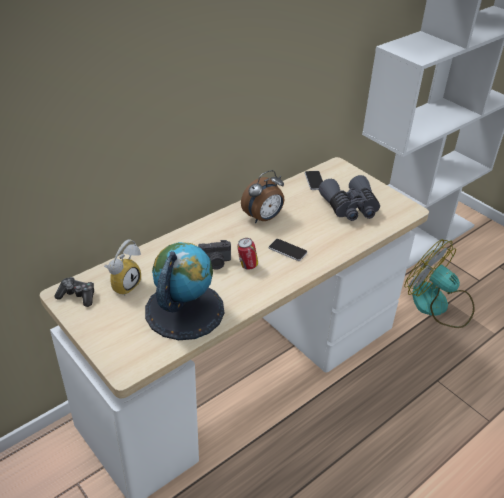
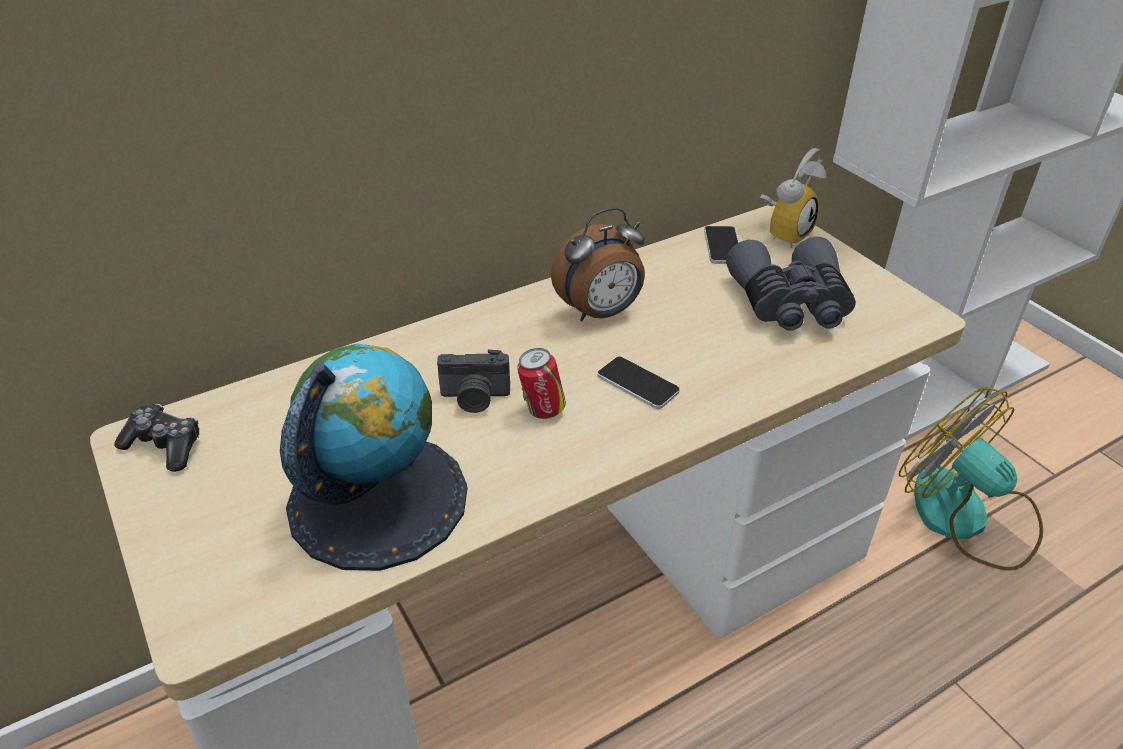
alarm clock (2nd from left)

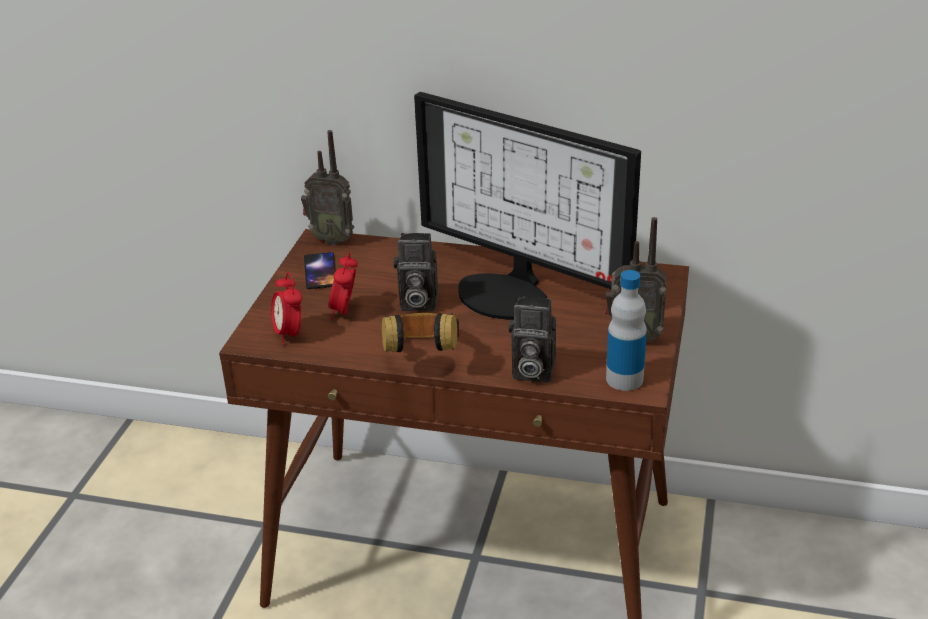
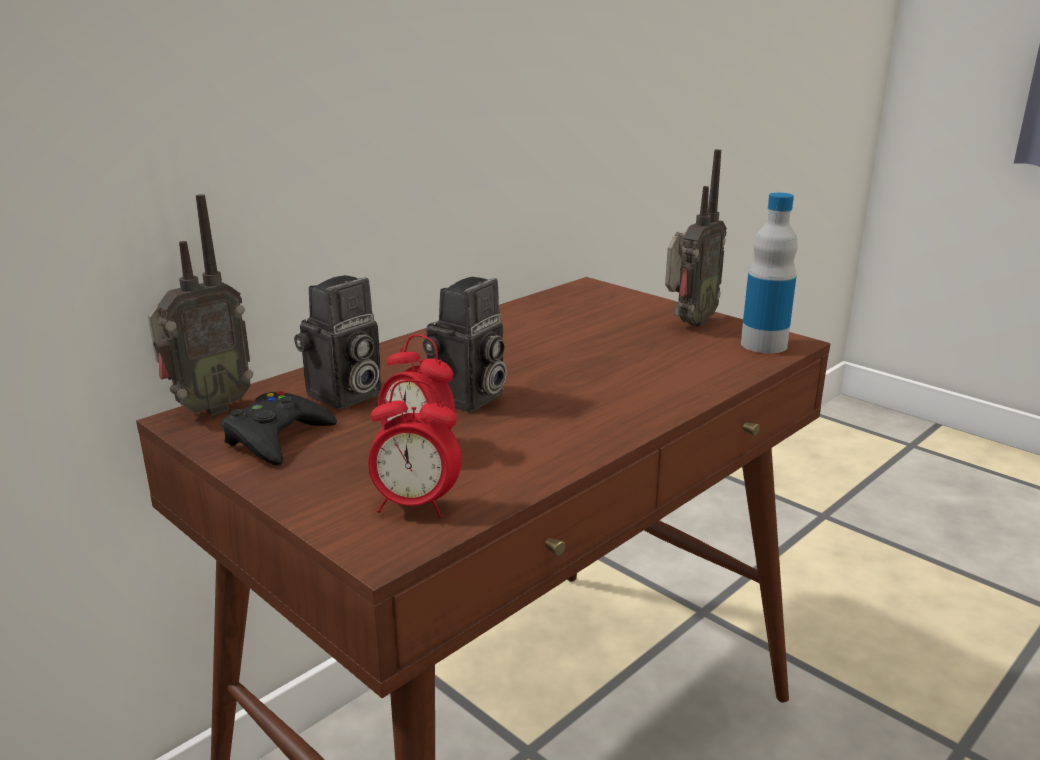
headphones
monitor
photo camera (1st from left)
black game controller

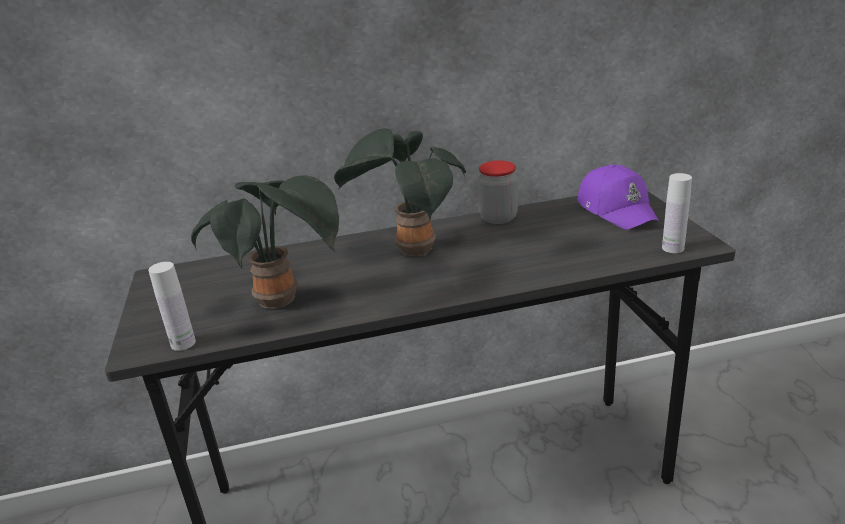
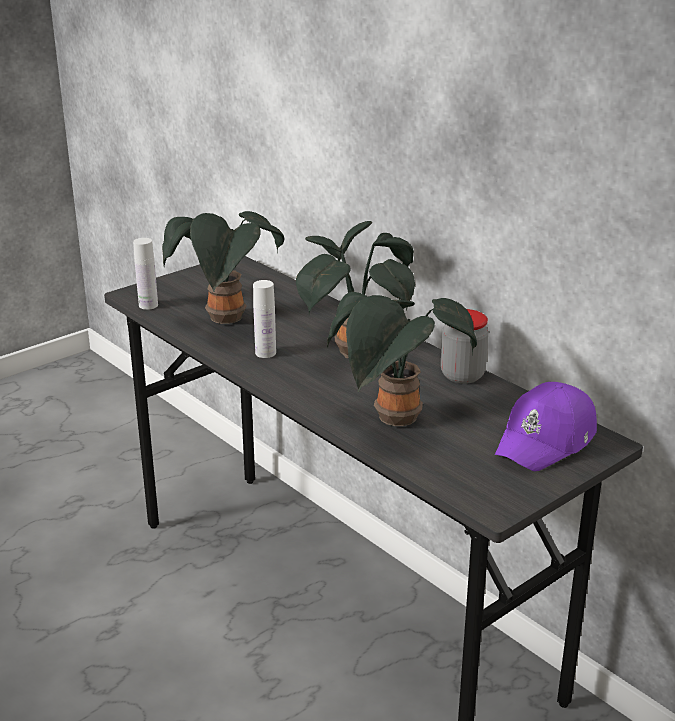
potted plant (3rd from left)
white bottle (2nd from left)

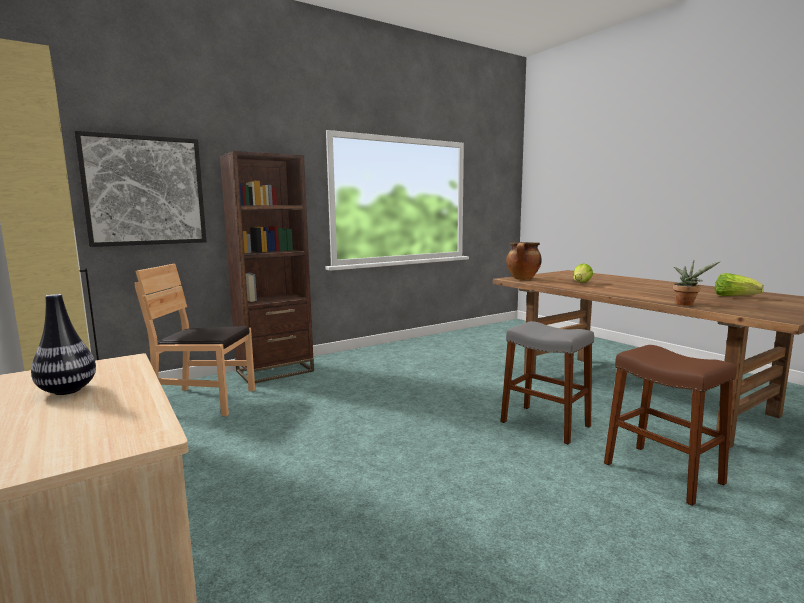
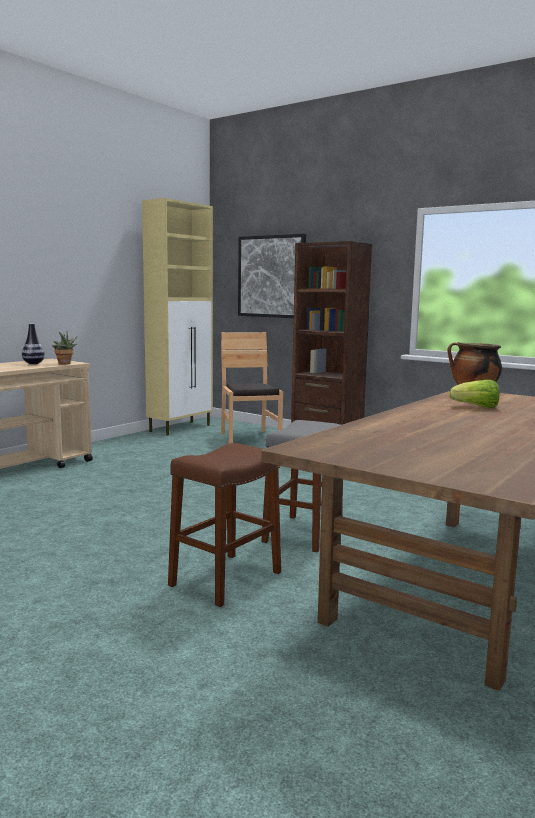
lettuce (2nd from left in the first image)
potted plant

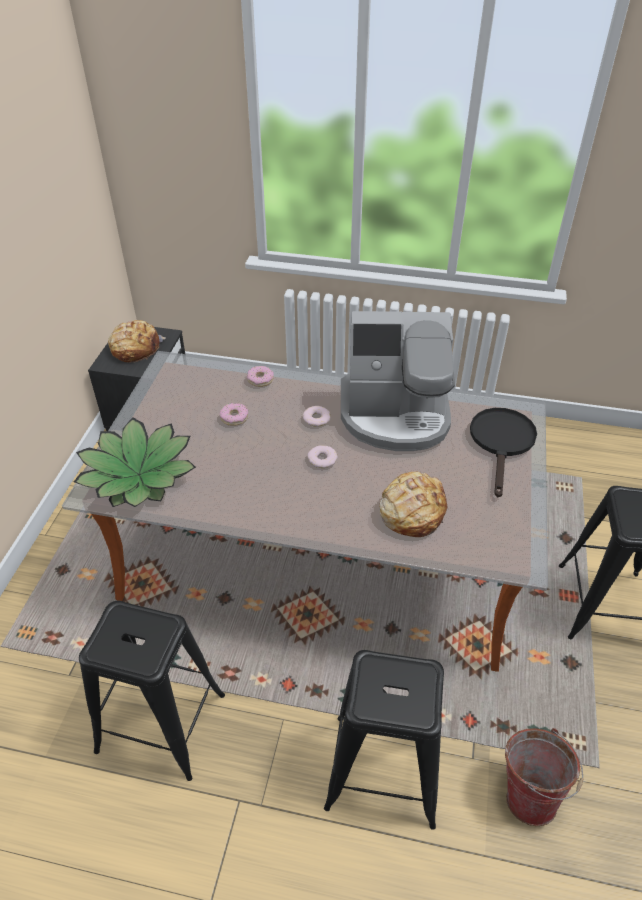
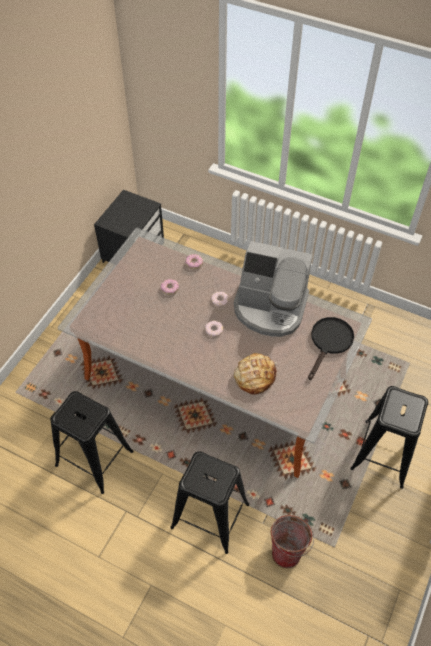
potted plant
bread (1st from left in the first image)

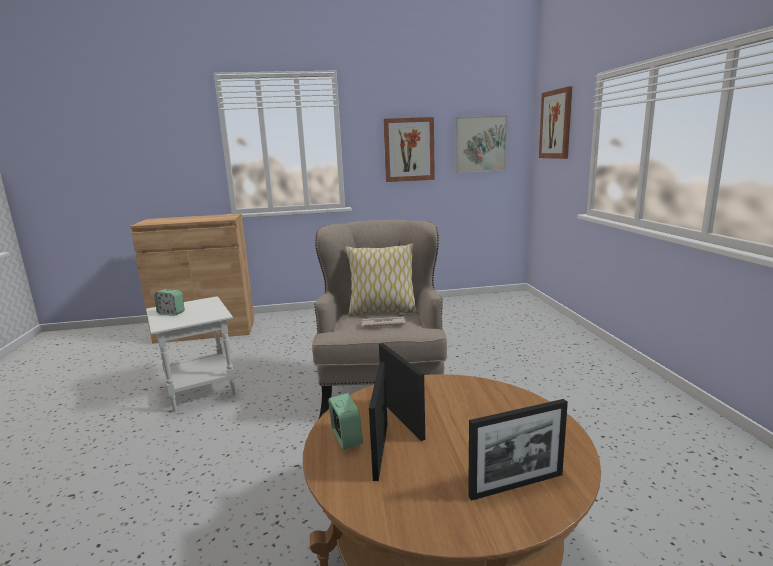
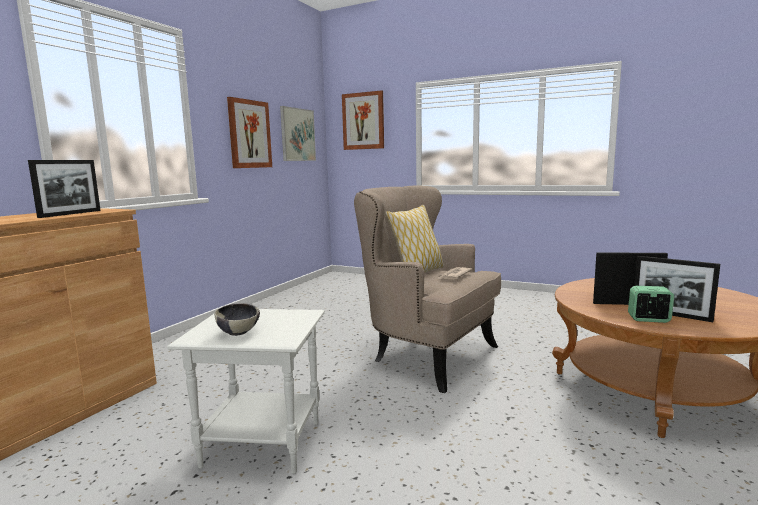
picture frame (1st from left)
bowl

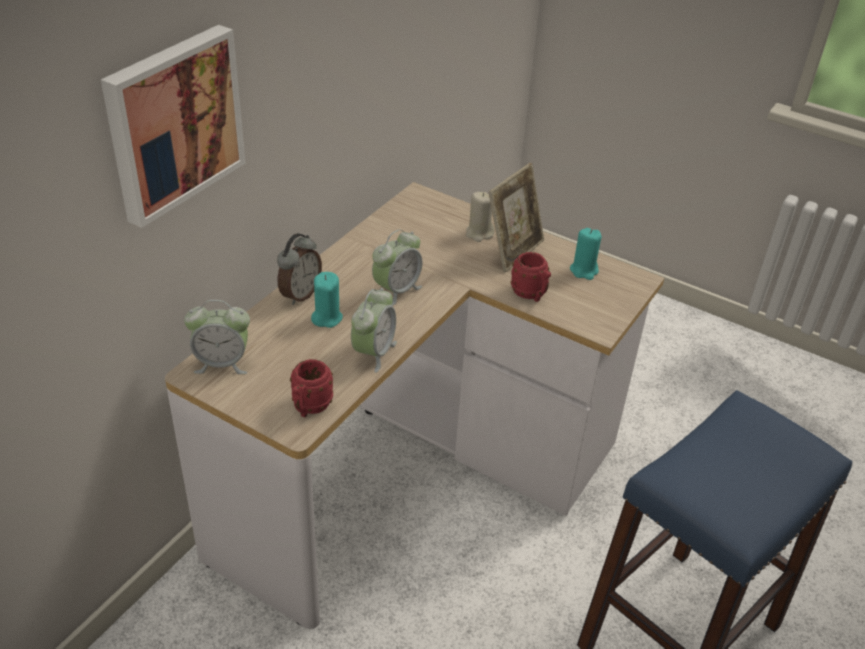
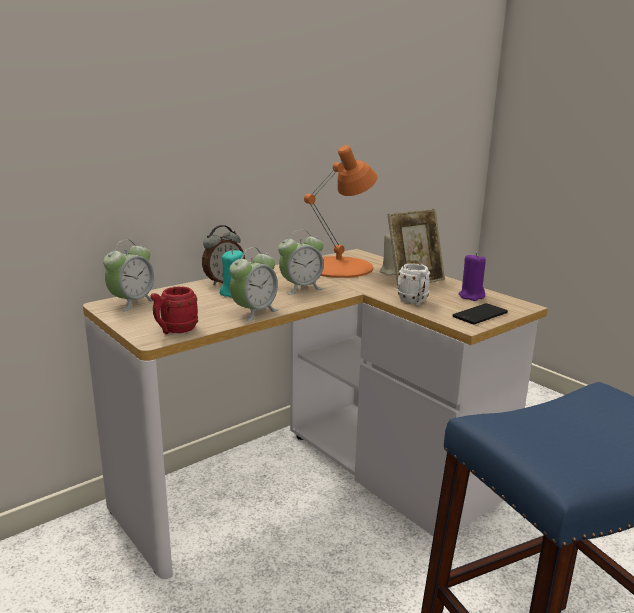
picture
orange table lamp
phone
white mug
purple candle
alarm clock (1st from left)

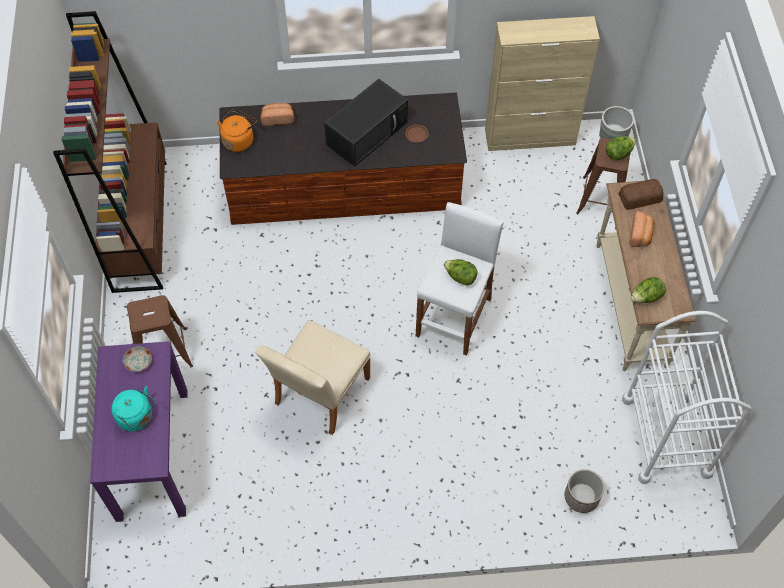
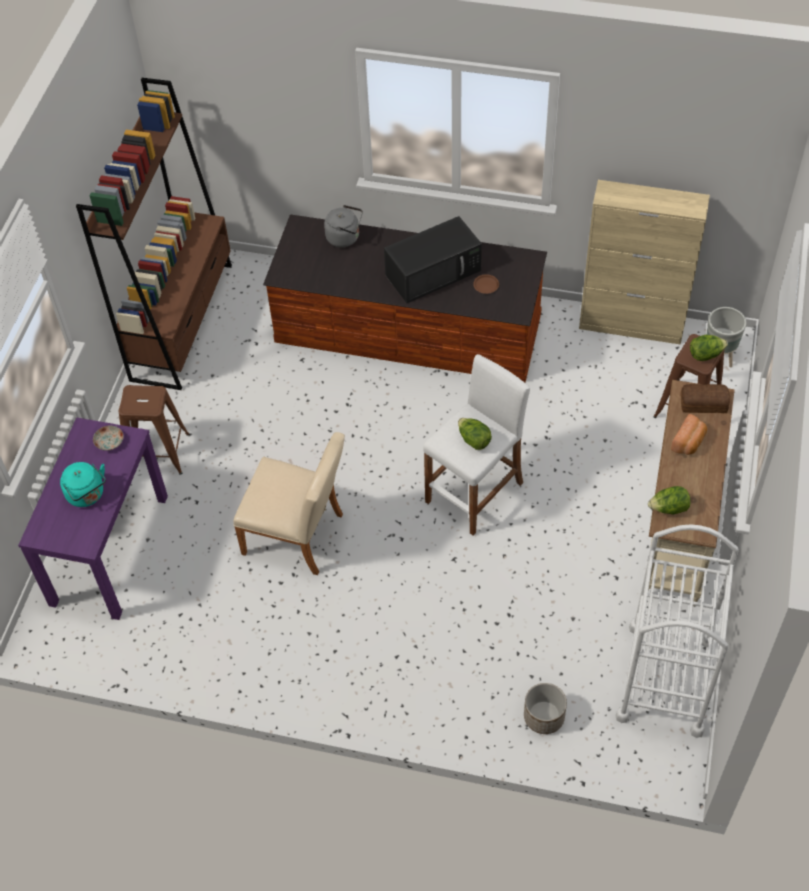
orange kettle
grey kettle
beige chair

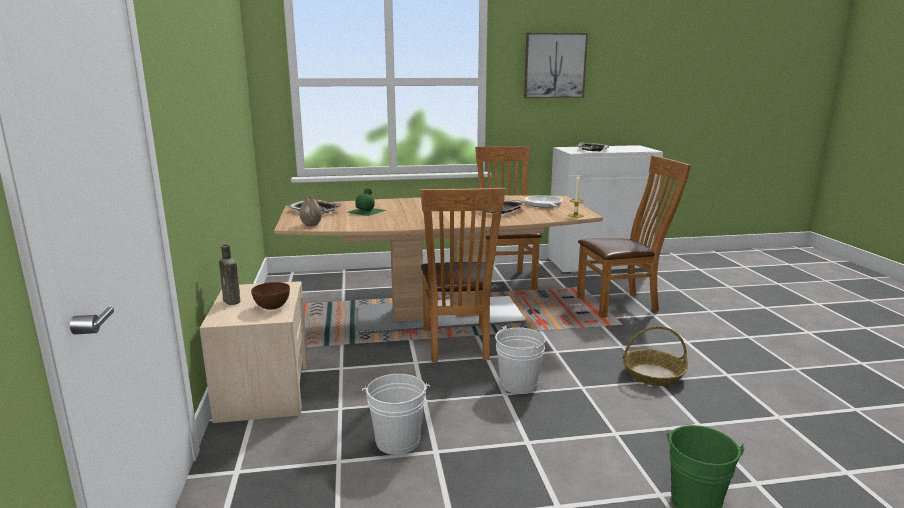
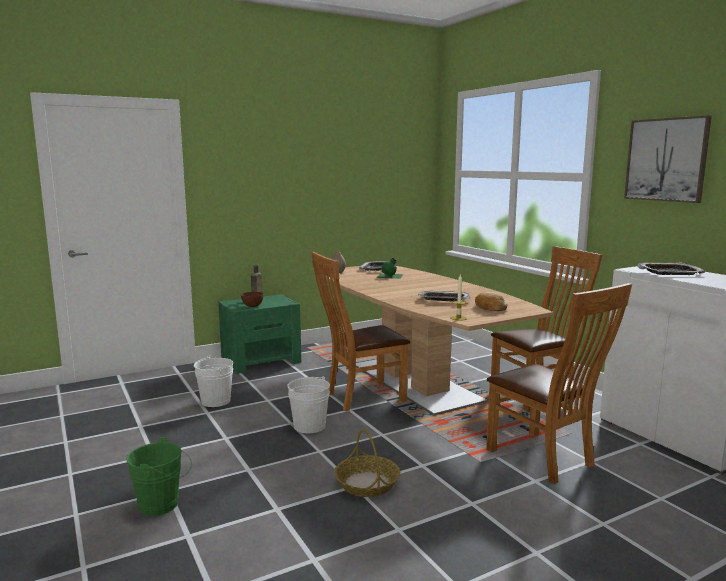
bread
green nightstand

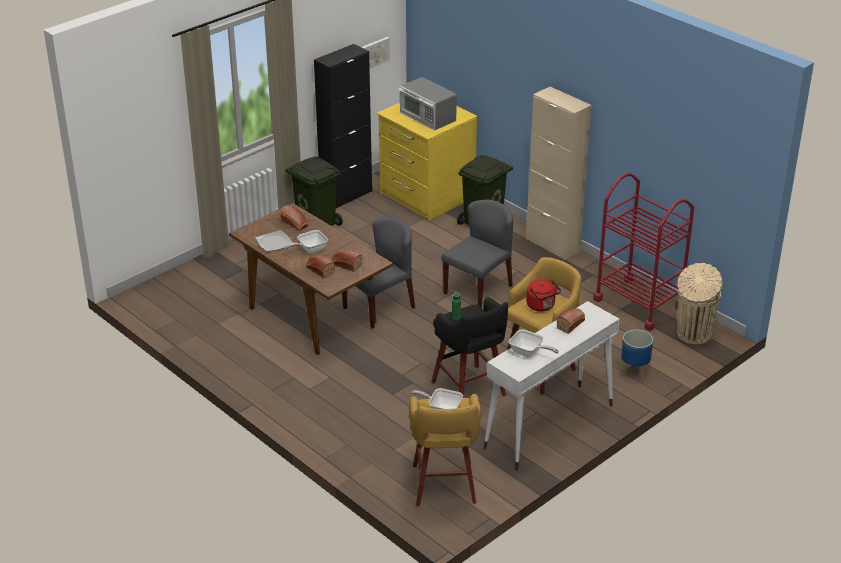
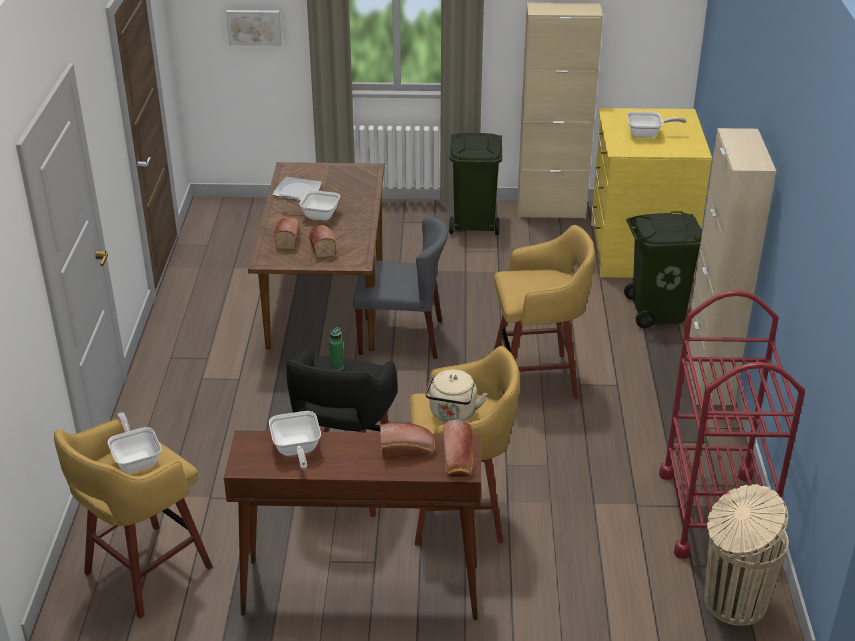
planter
bread (4th from left)
picture
frying pan (4th from left)
yellow stool (3rd from left)
beige cabinet (1st from left)
brown console table
beige kettle

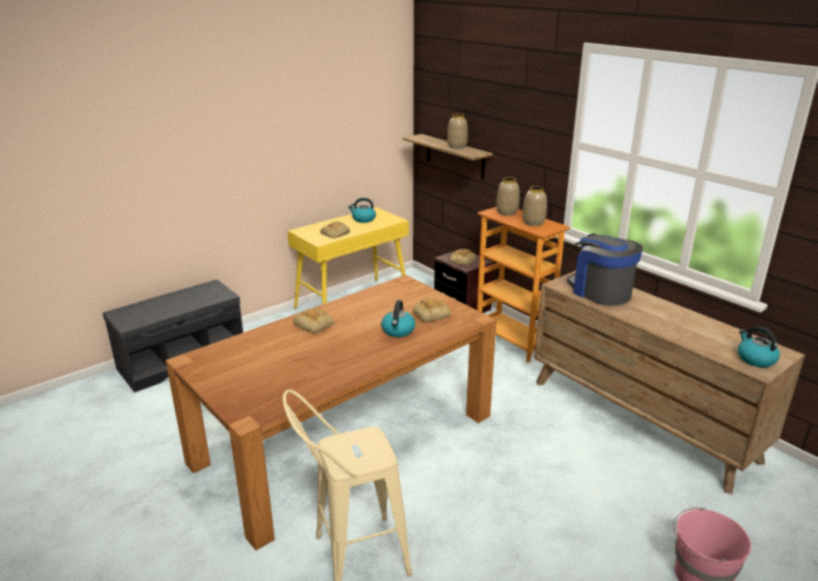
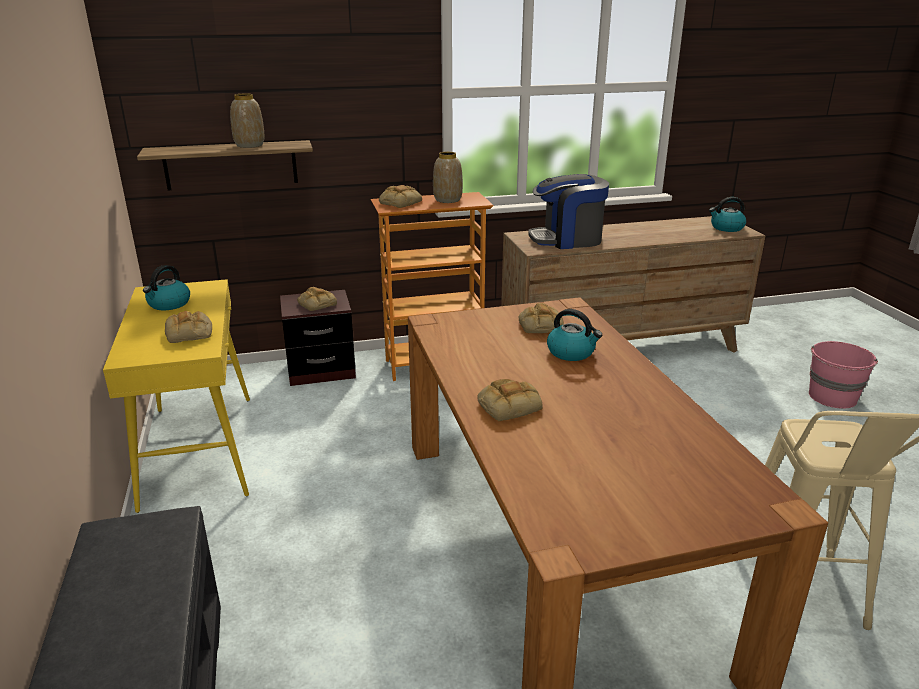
bread (3rd from left)

